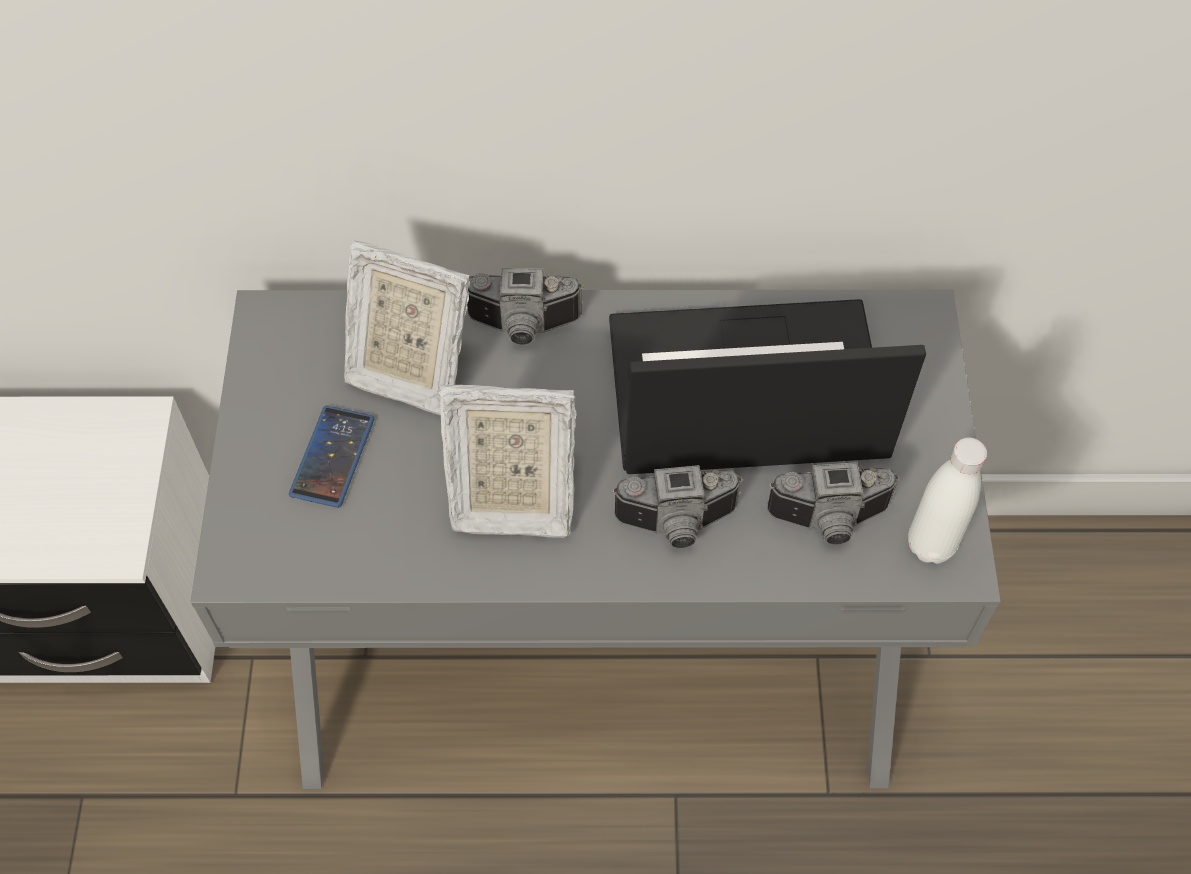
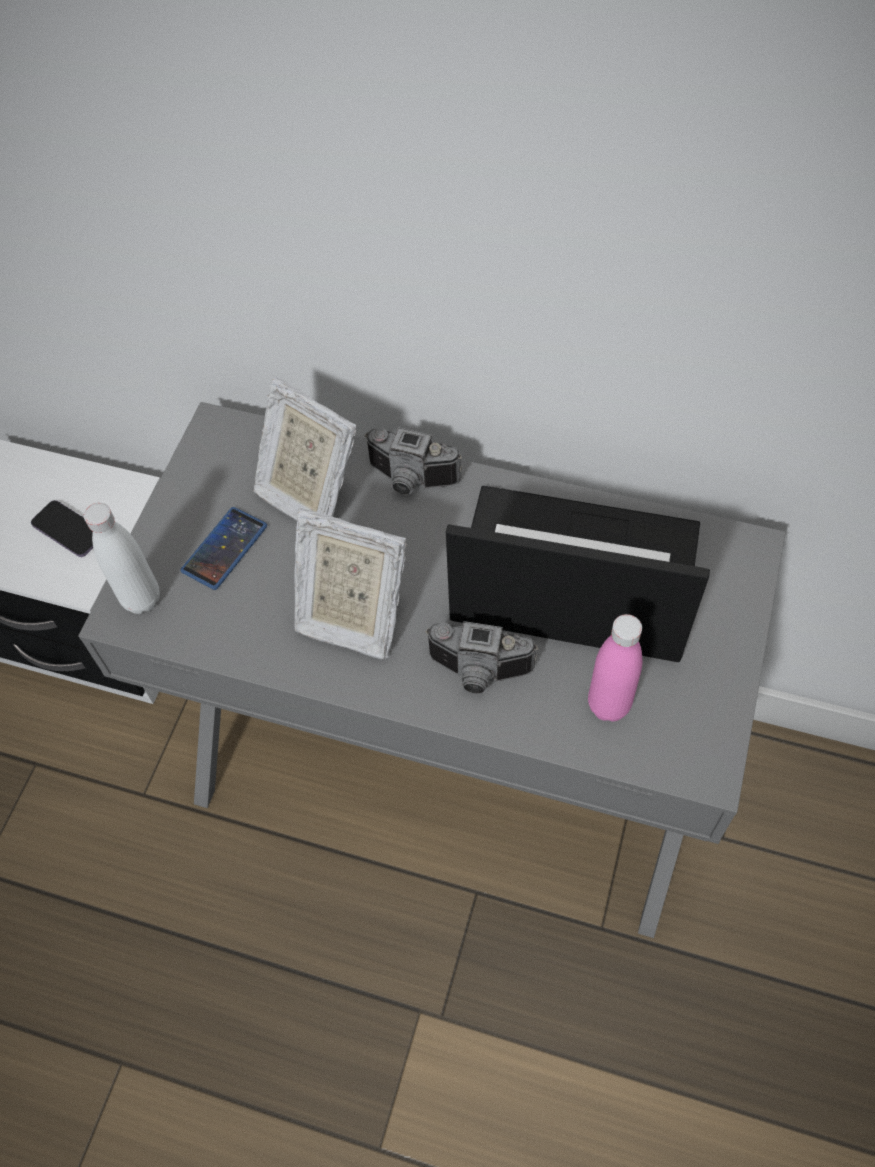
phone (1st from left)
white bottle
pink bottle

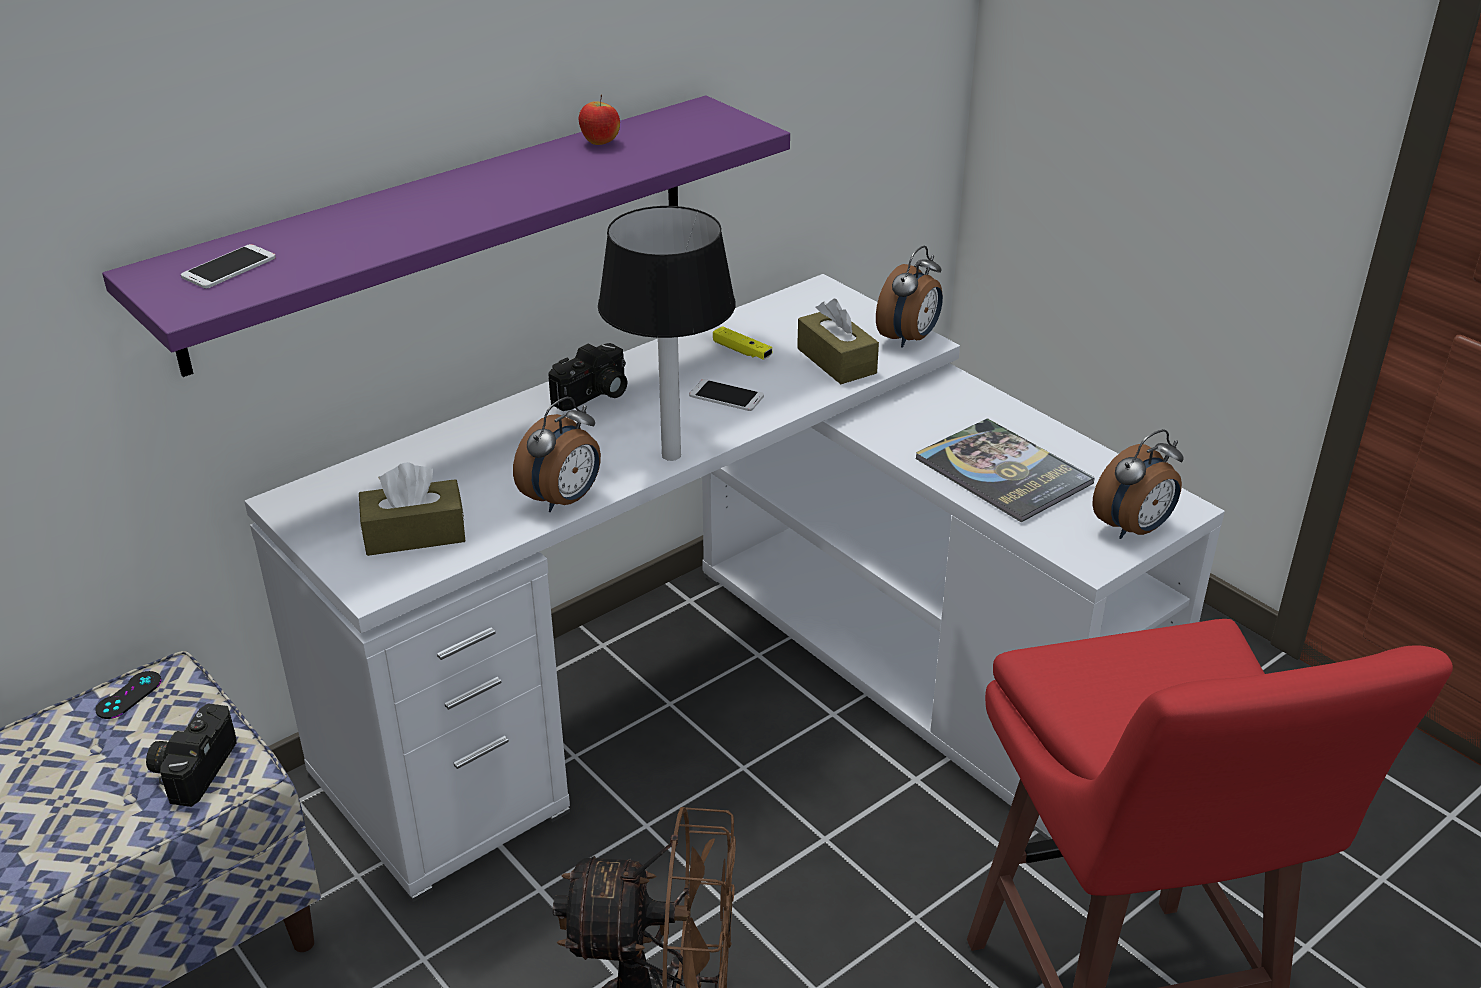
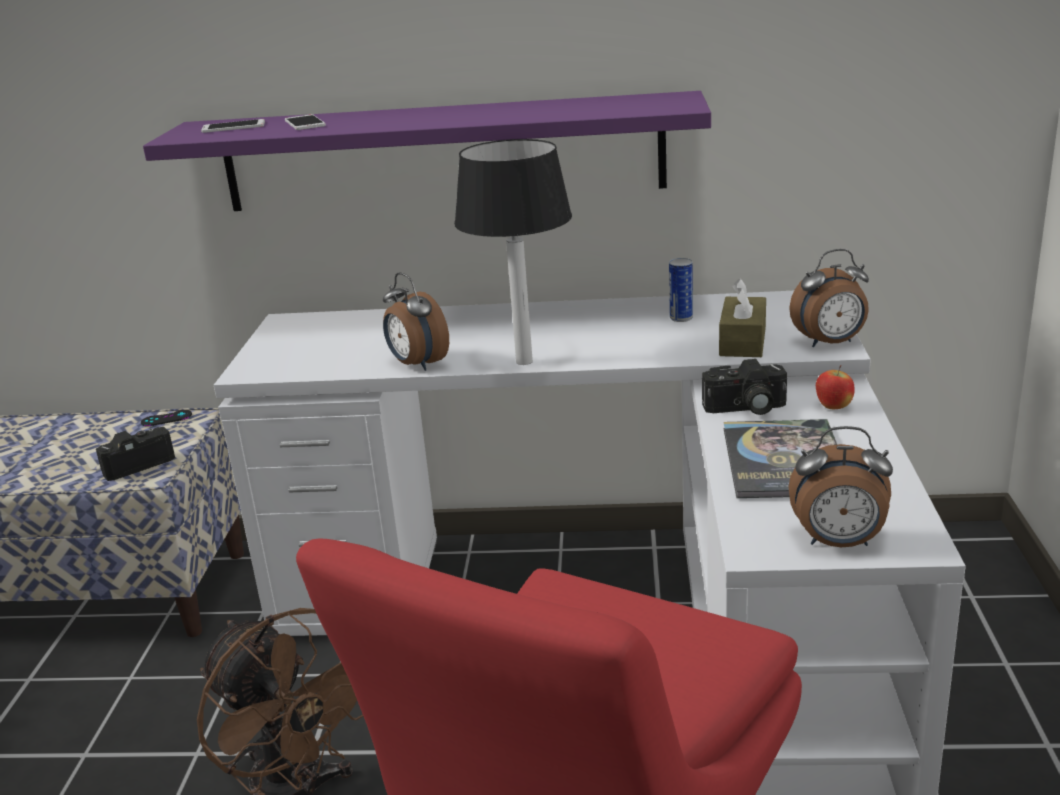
brown tissue box (1st from left in the first image)
photo camera (2nd from left)
apple
phone (2nd from left)
can
alarm clock (1st from left)

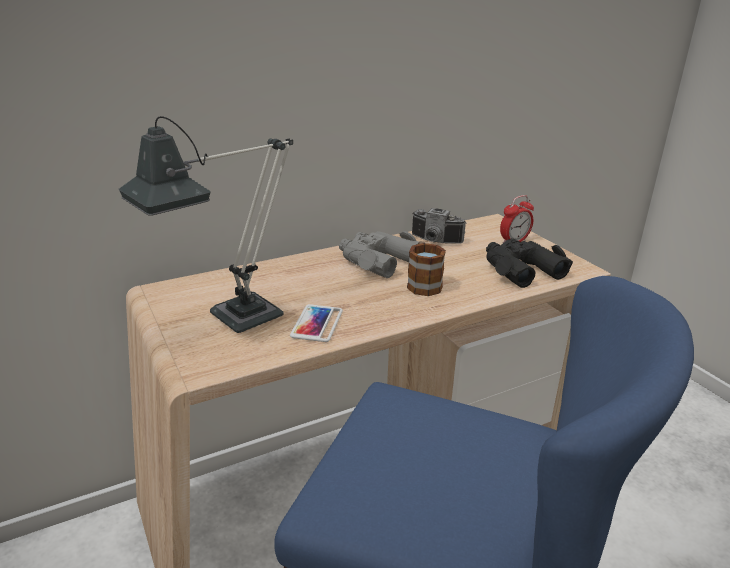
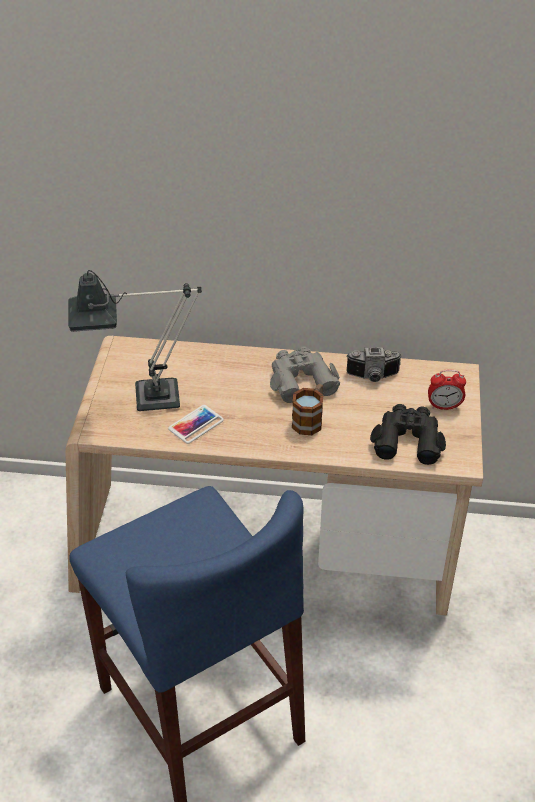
photo camera

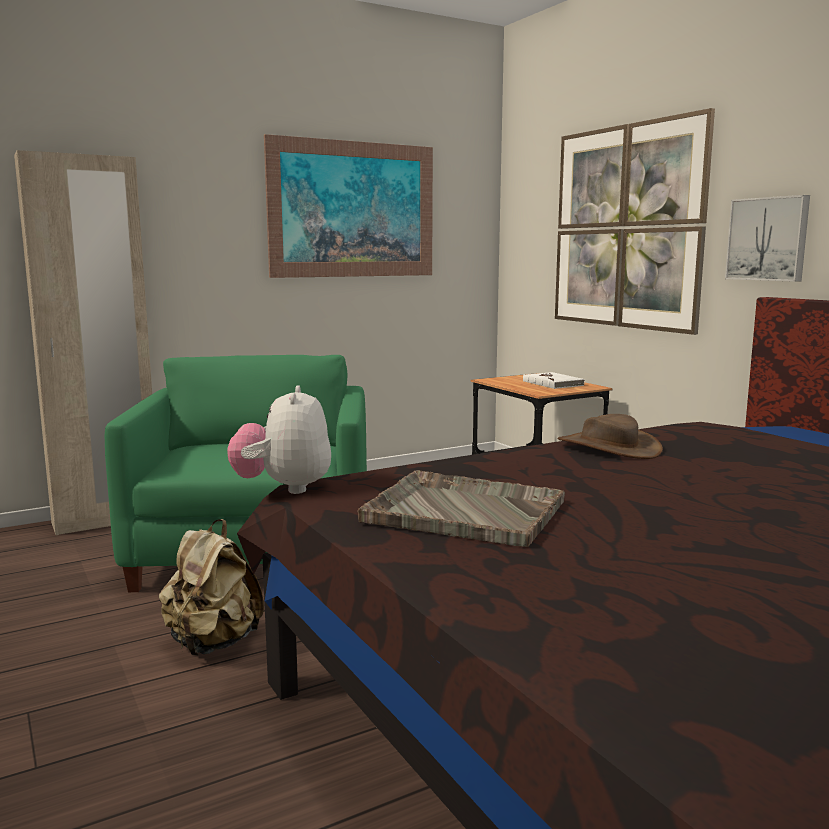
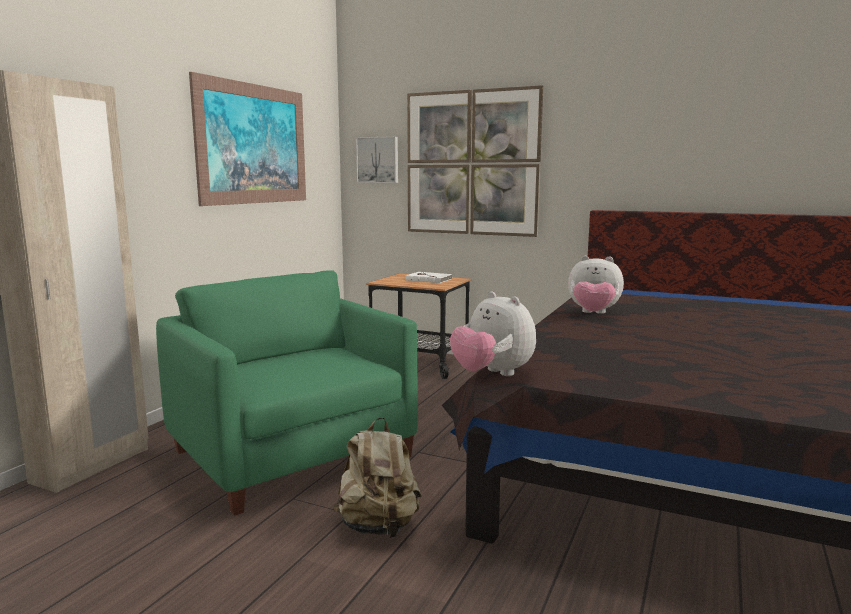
grey tray
picture (2nd from left)
plush toy (2nd from left)

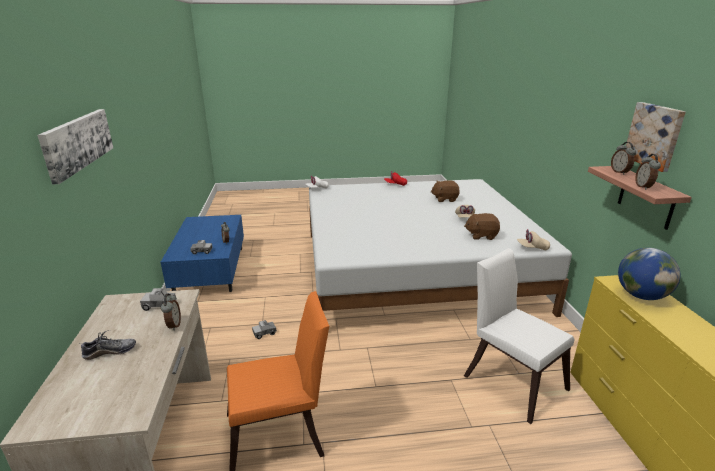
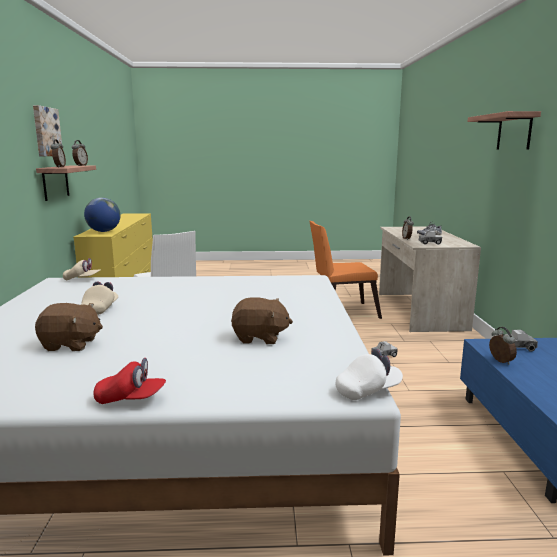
brown plush toy (2nd from left)
shelf (2nd from left)

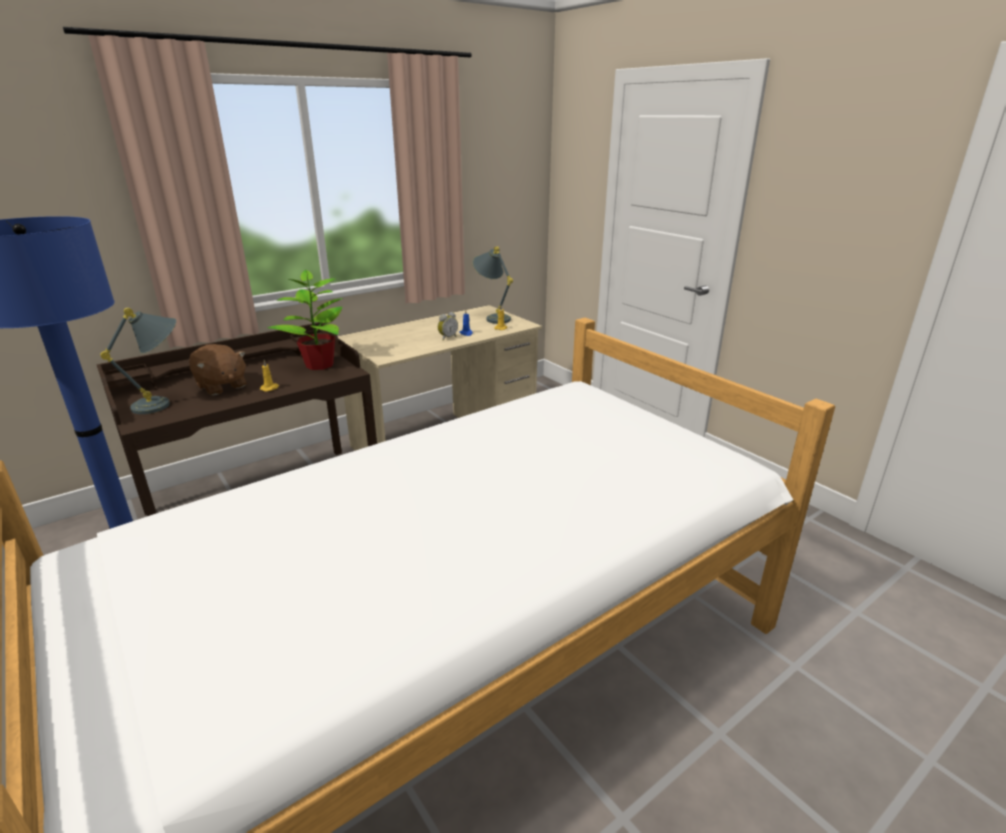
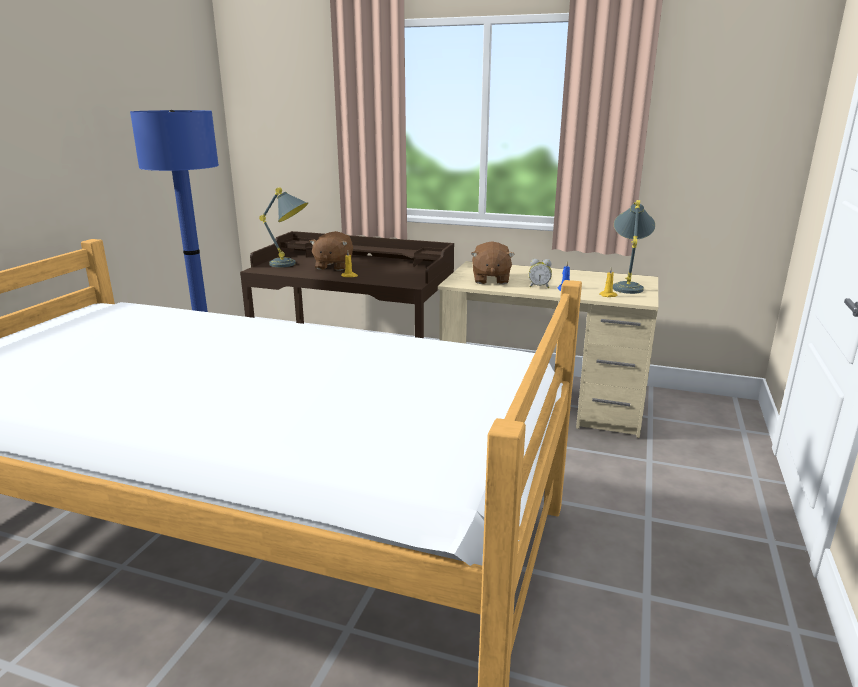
potted plant
brown plush toy (2nd from left)

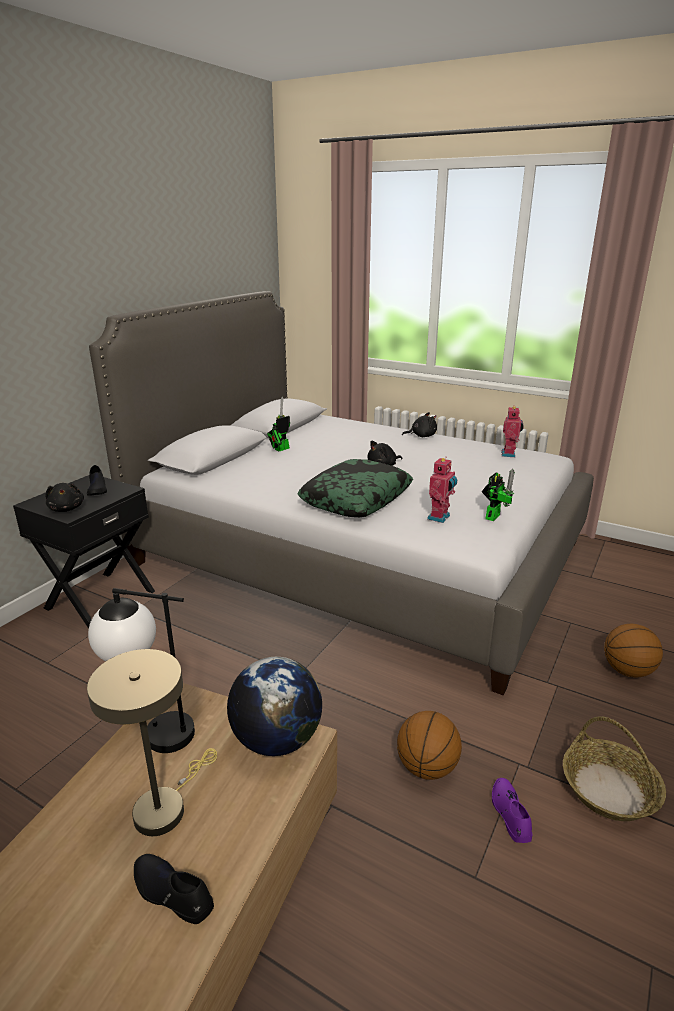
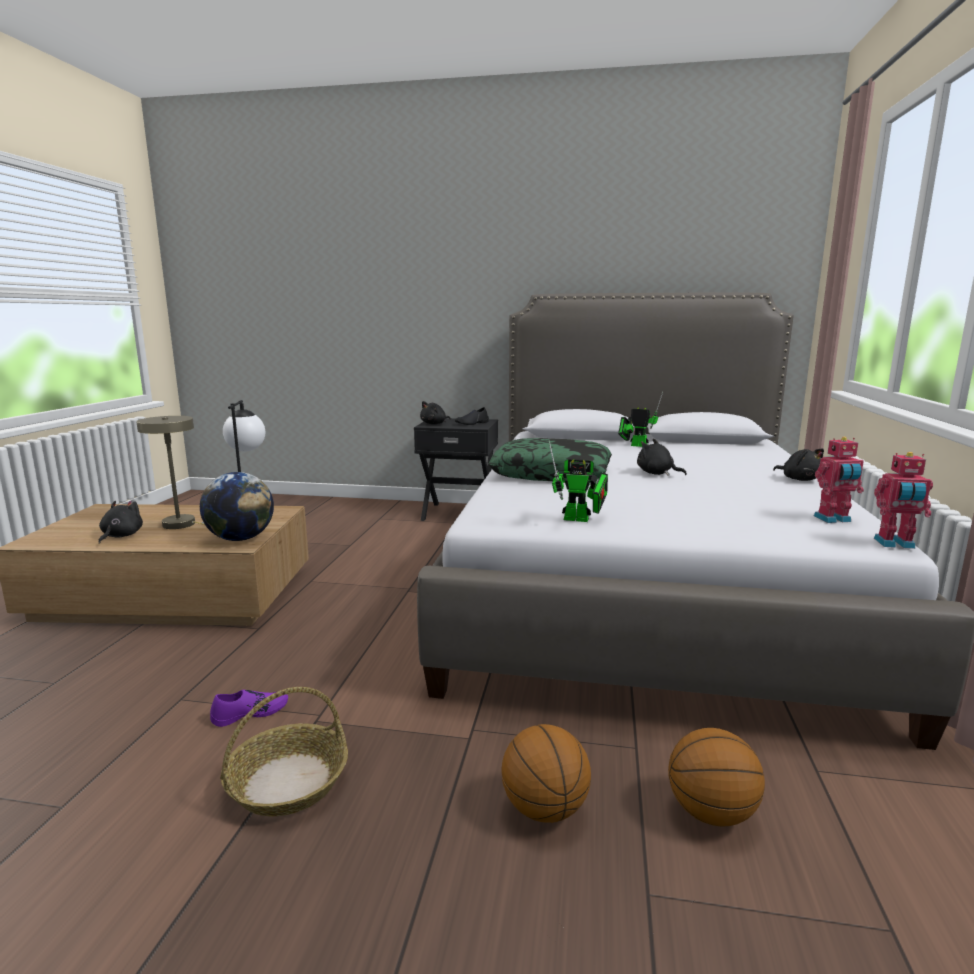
basketball (2nd from left)
toy robot (4th from left)
black plush toy (1st from left)

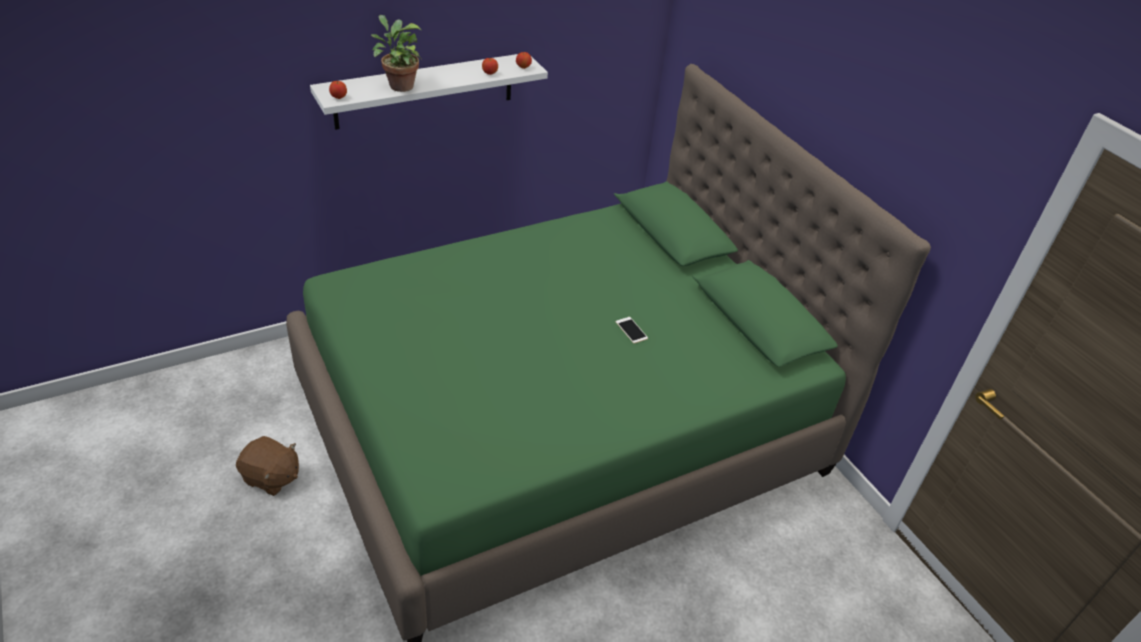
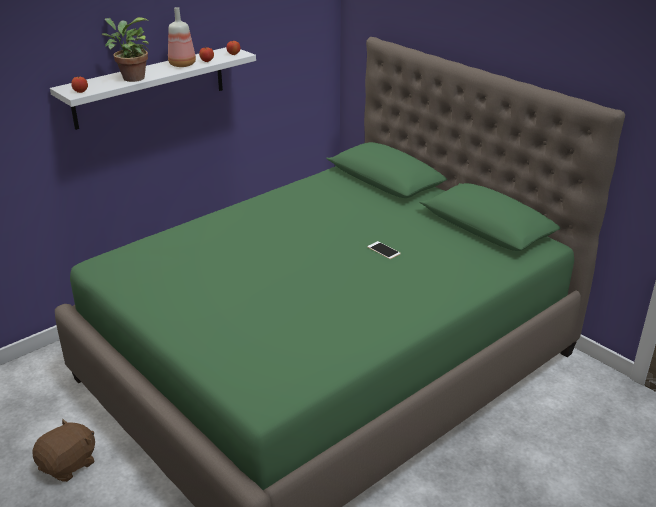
bottle
brown plush toy

